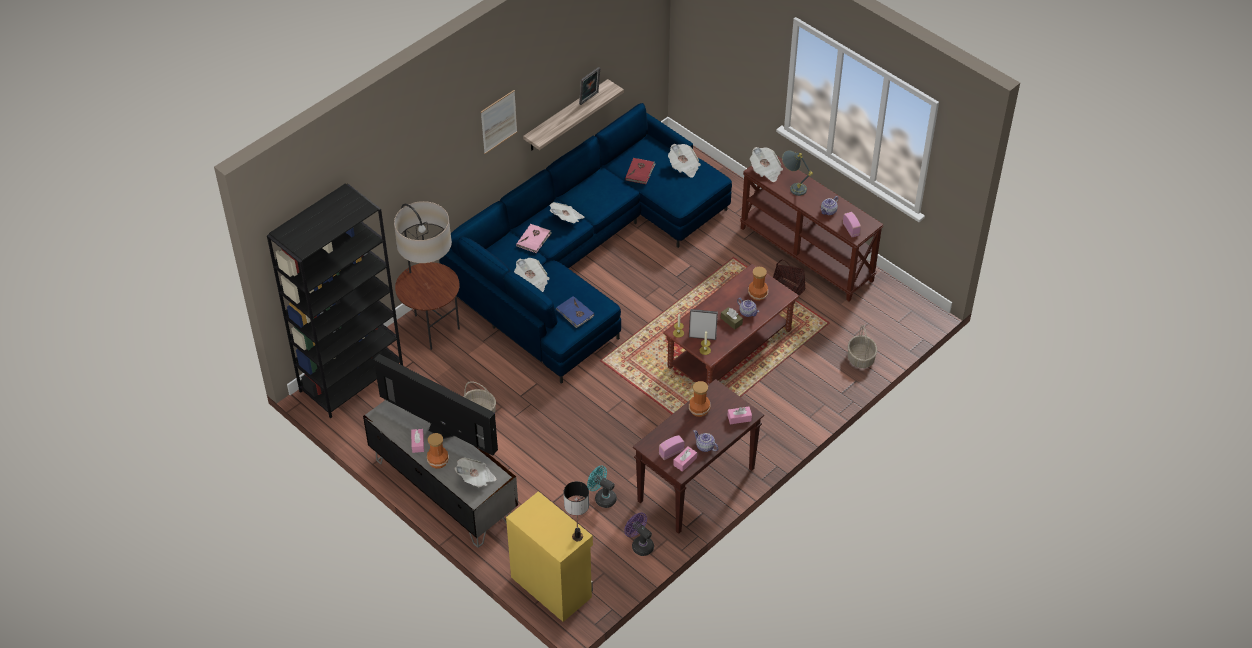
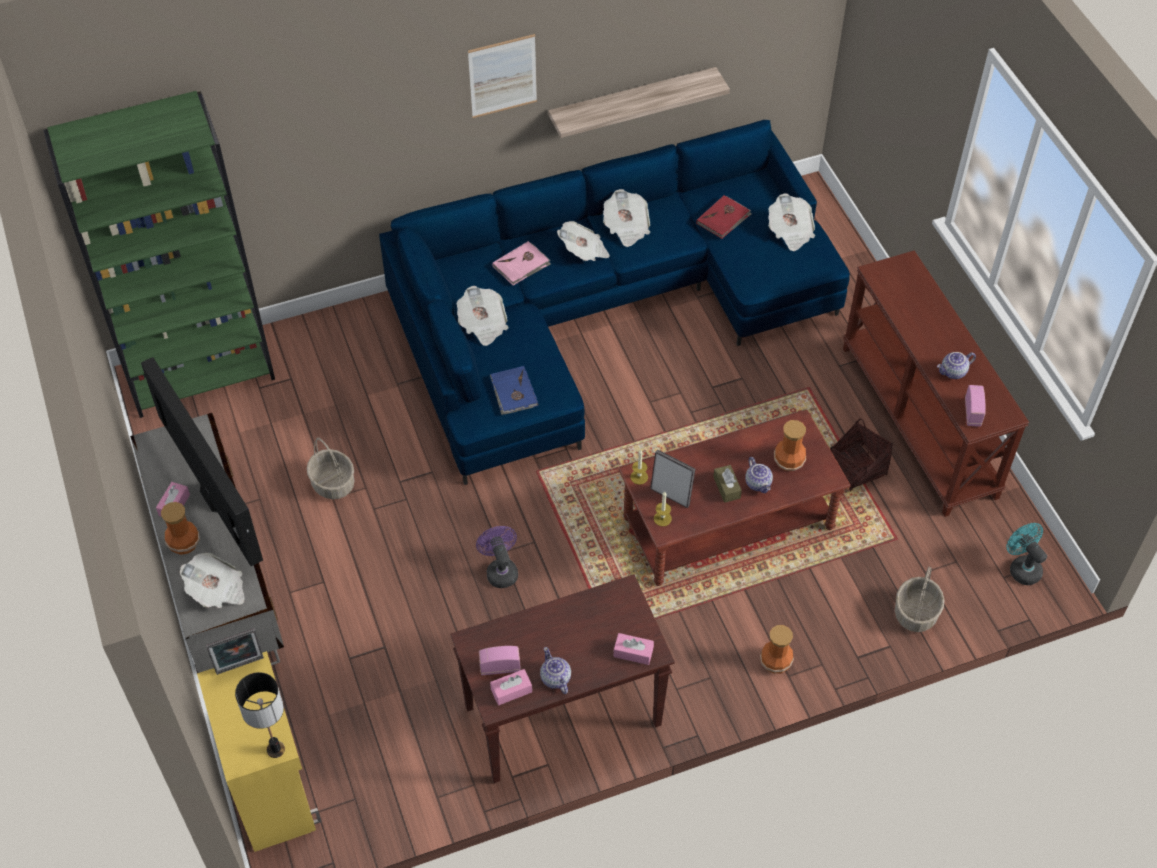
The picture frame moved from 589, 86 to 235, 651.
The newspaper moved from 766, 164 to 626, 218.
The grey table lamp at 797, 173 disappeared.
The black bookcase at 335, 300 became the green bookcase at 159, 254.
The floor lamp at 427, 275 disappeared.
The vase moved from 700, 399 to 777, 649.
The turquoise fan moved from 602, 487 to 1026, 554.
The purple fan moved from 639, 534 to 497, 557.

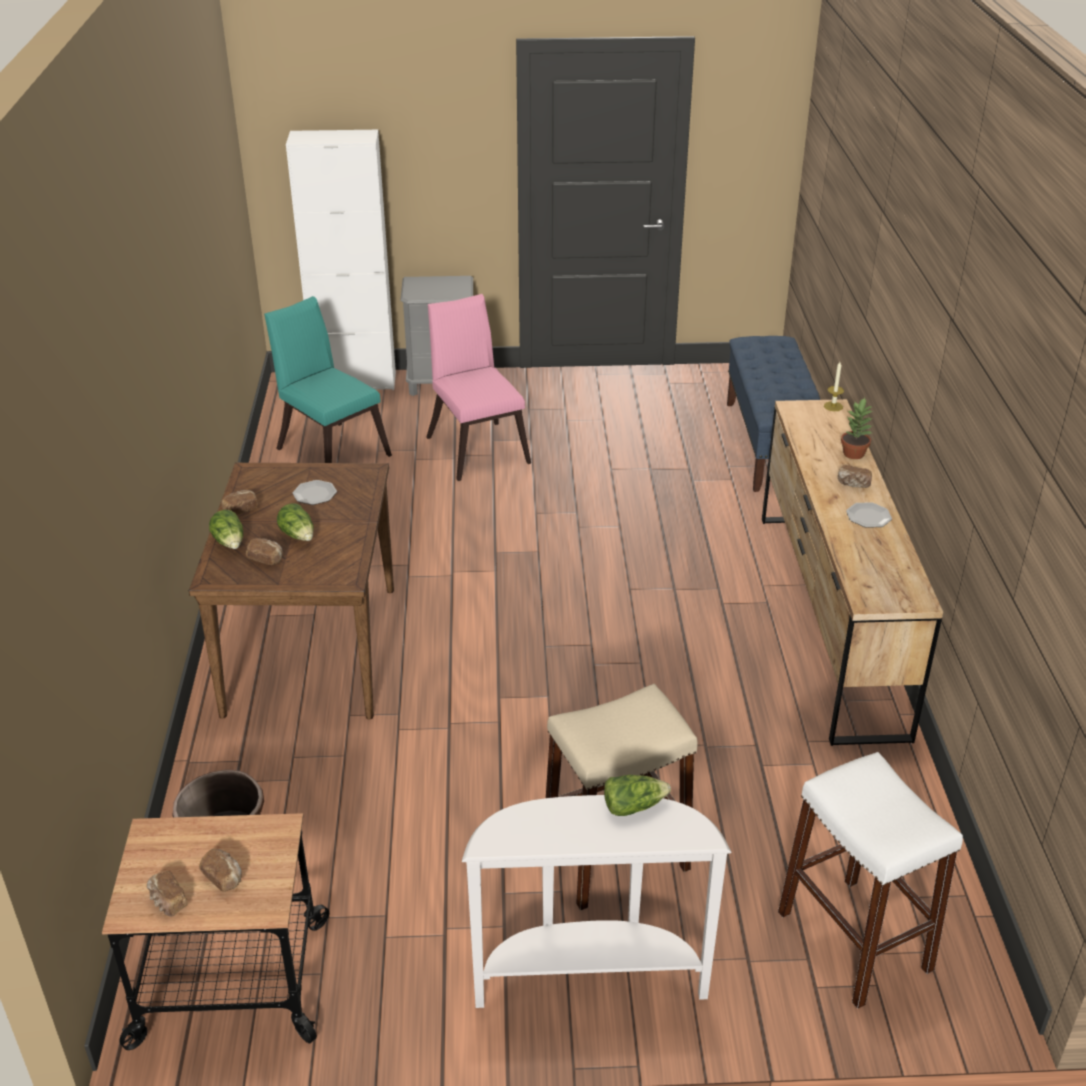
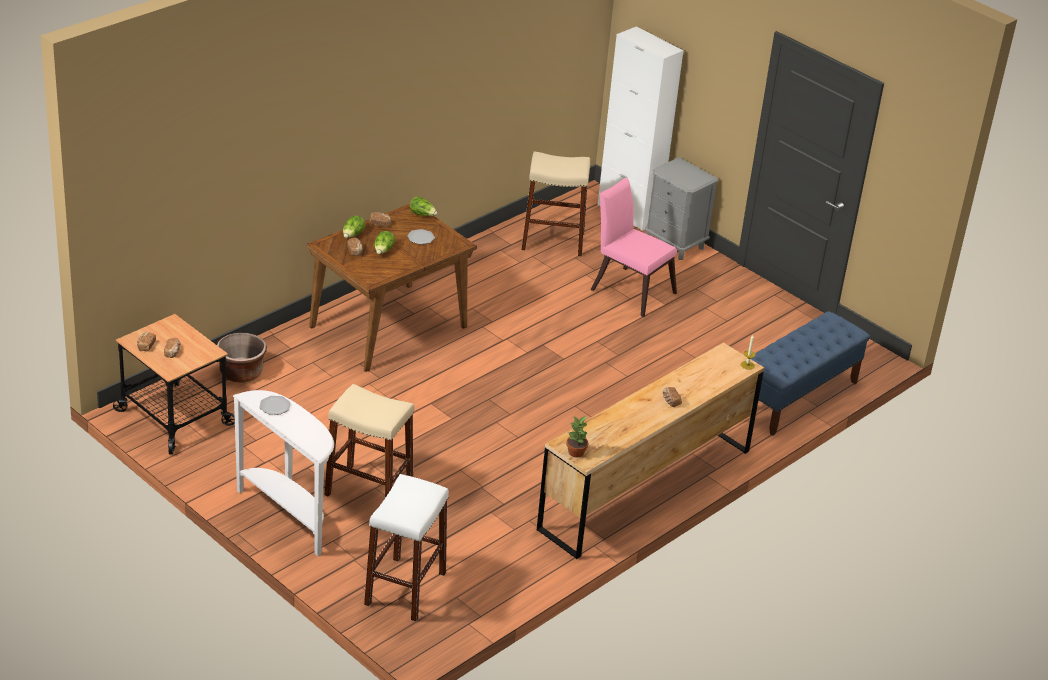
The pink chair at 478, 387 turned 75 degrees counterclockwise.
The turquoise chair at 328, 379 was replaced by the beige stool at 555, 204.
The potted plant moved from 857, 428 to 577, 436.
The plate moved from 869, 515 to 275, 405.
The lettuce moved from 637, 795 to 424, 206.

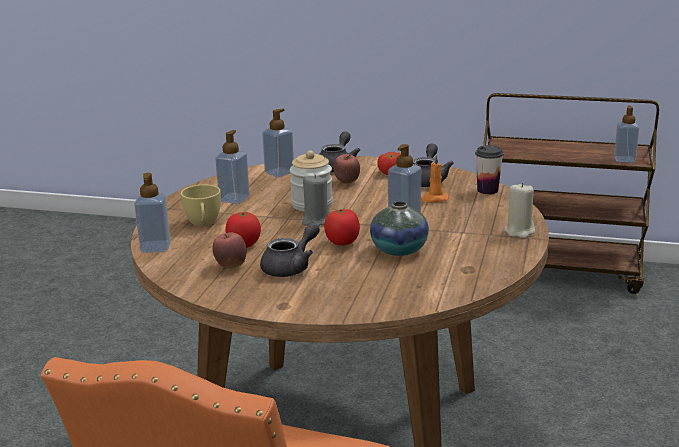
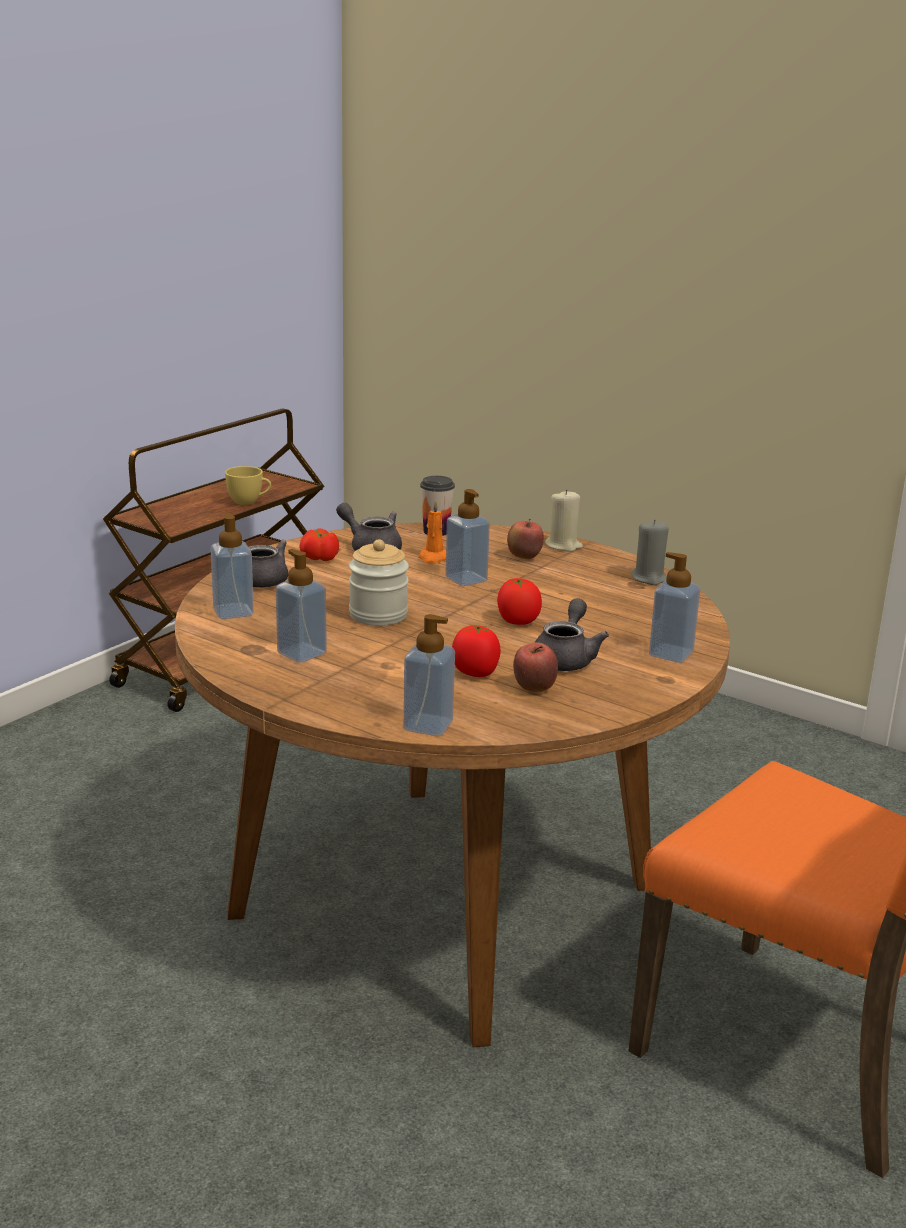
The soap dispenser moved from 626, 134 to 674, 607.
The apple moved from 346, 169 to 525, 539.
The grey candle moved from 316, 200 to 650, 552.
The yellow cup moved from 201, 206 to 248, 485.
The vase at 399, 228 disappeared.
The grey teapot at 290, 250 turned 45 degrees clockwise.

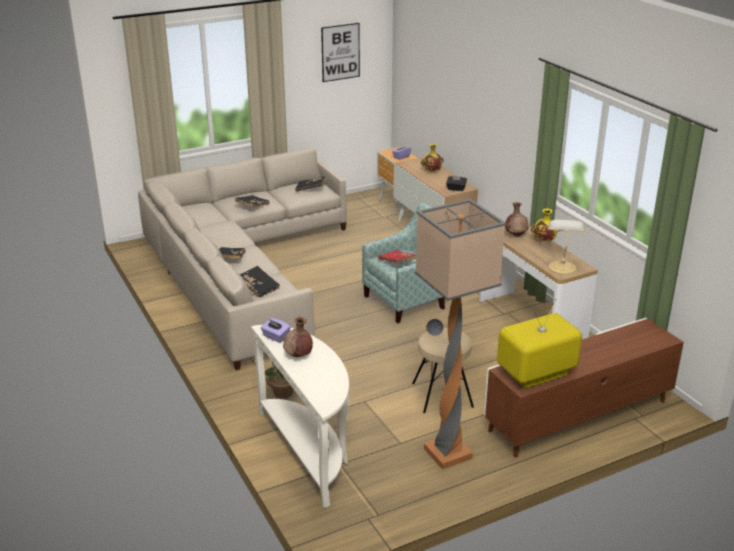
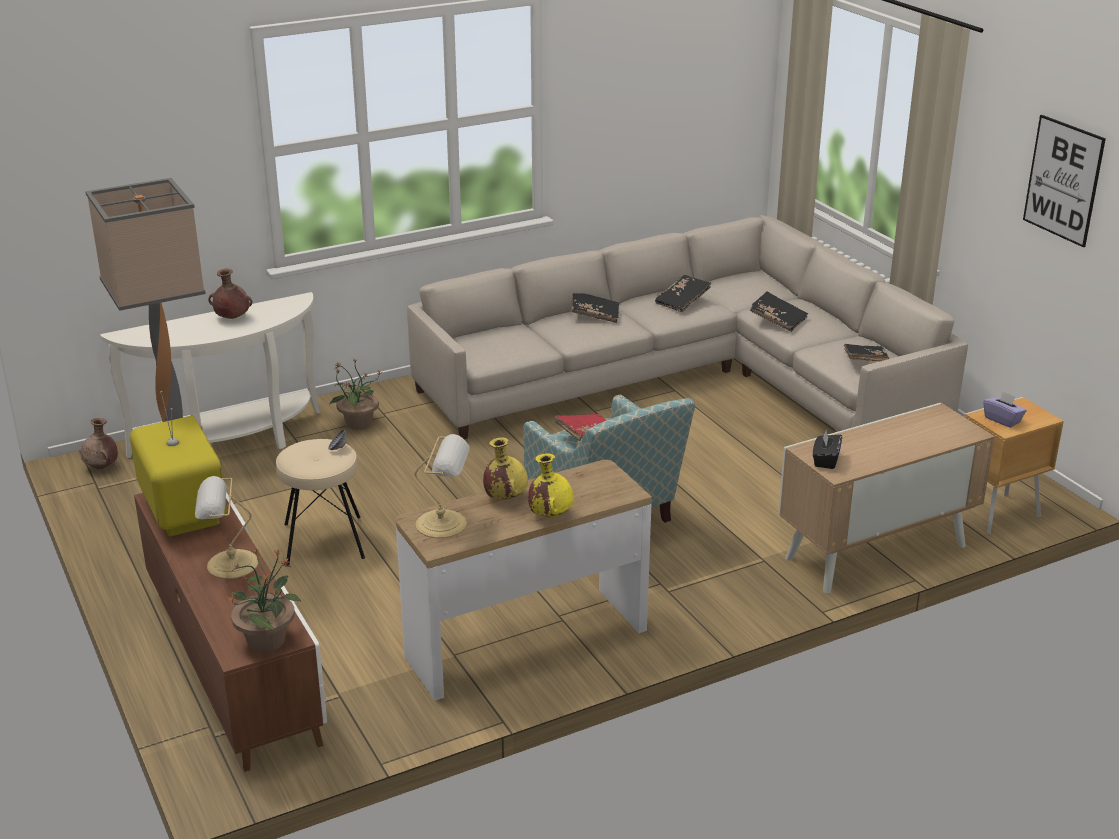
The yellow vase moved from 432, 157 to 505, 469.
The brown vase moved from 516, 219 to 99, 443.
The black book moved from 260, 282 to 683, 293.
The purple tissue box at 276, 330 disappeared.
The table lamp at 226, 527 appeared.
The potted plant at 263, 600 appeared.

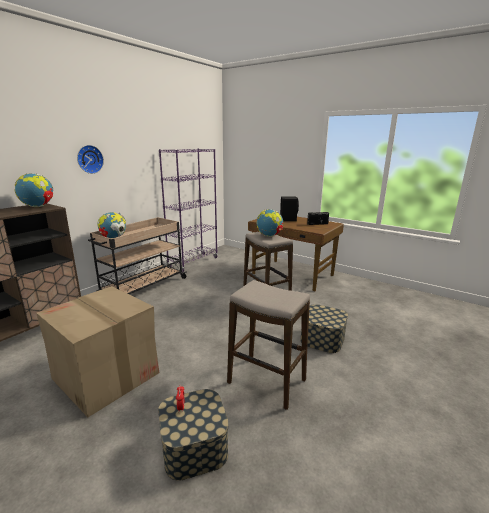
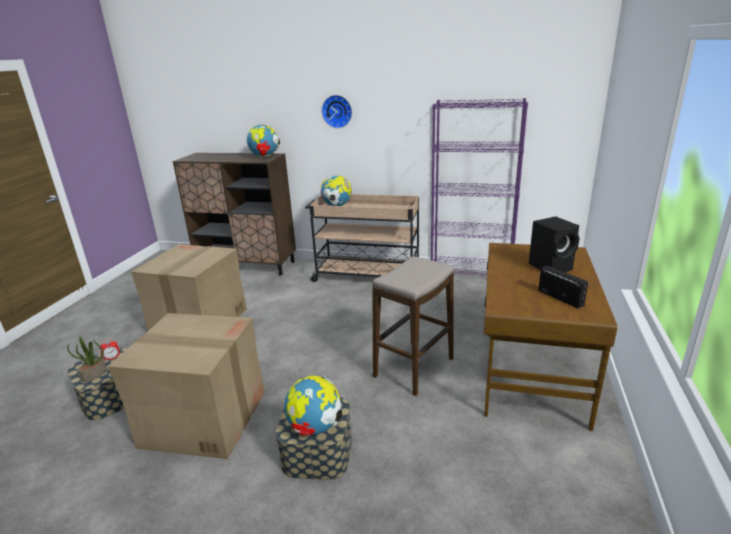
The globe moved from 269, 223 to 313, 405.
The stool at 268, 345 was replaced by the cardboard box at 186, 386.
The potted plant at 87, 359 appeared.

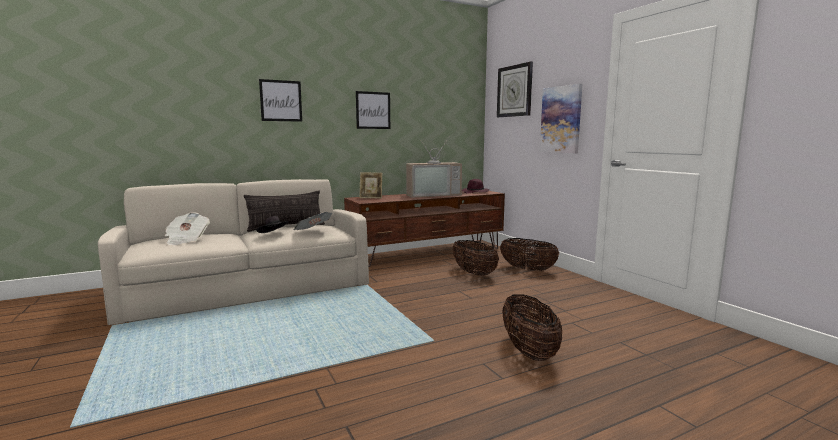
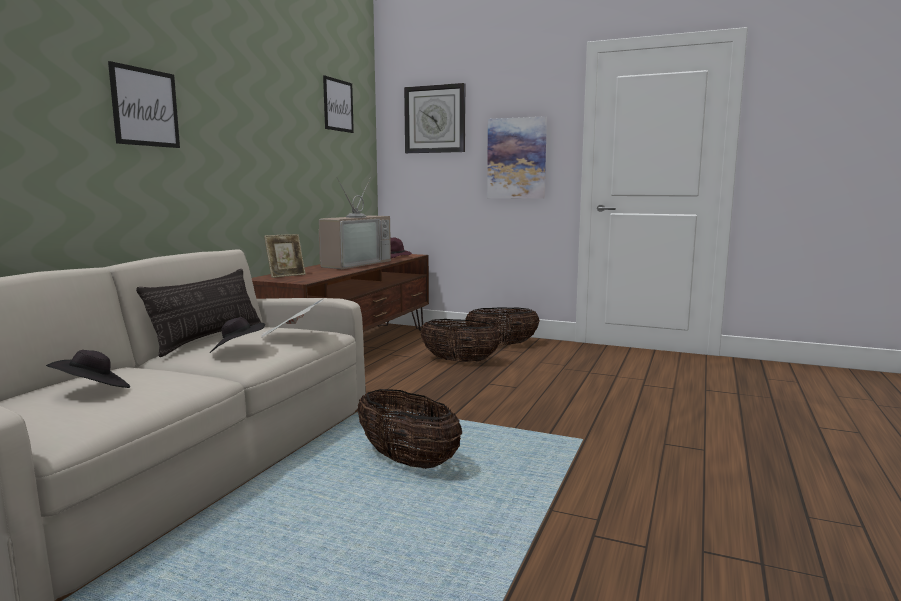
The picture moved from 373, 110 to 338, 104.
The newspaper at 187, 228 was replaced by the black hat at 88, 369.
The basket moved from 532, 327 to 409, 429.

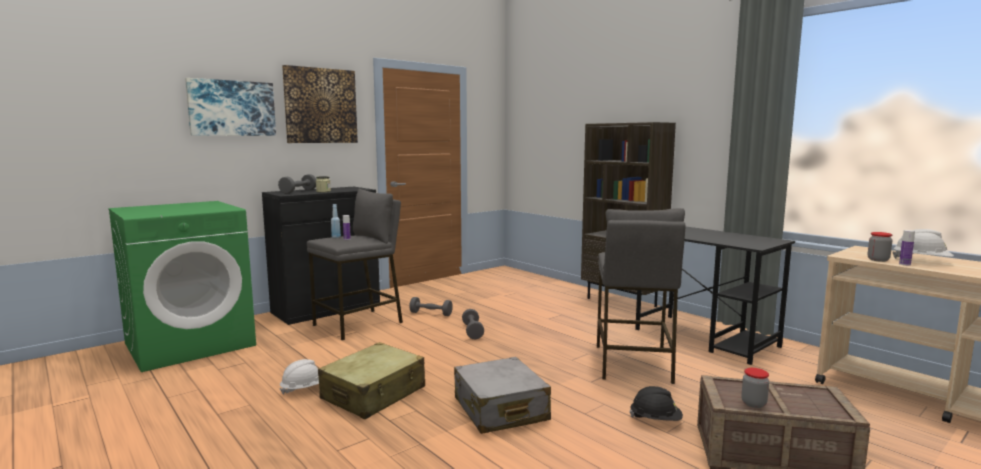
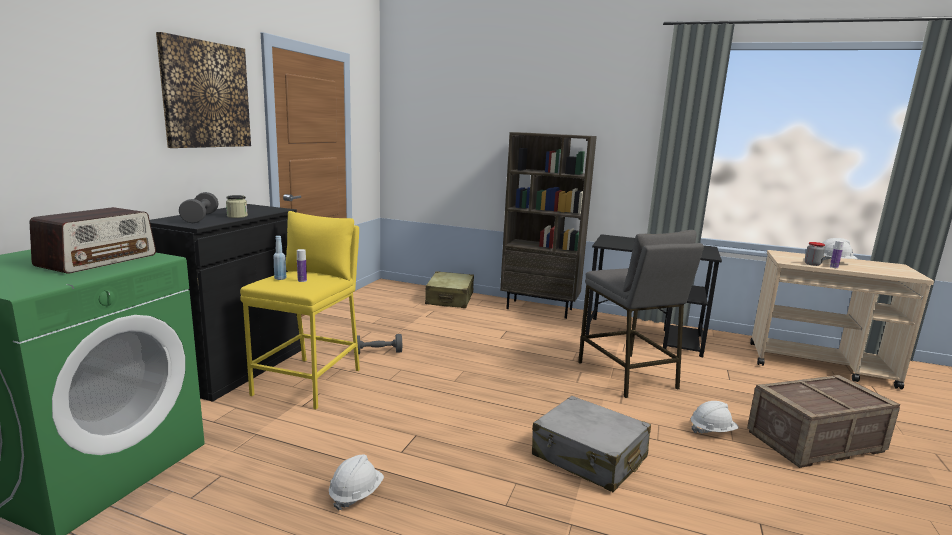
The picture at 230, 107 disappeared.
The grey stool at 355, 264 became the yellow stool at 300, 310.
The grey dumbbell at 473, 324 disappeared.
The beige suitcase moved from 371, 380 to 449, 289.
The jar at 755, 388 disappeared.
The black hard hat at 656, 403 became the white hard hat at 715, 417.
The radio at 93, 240 appeared.

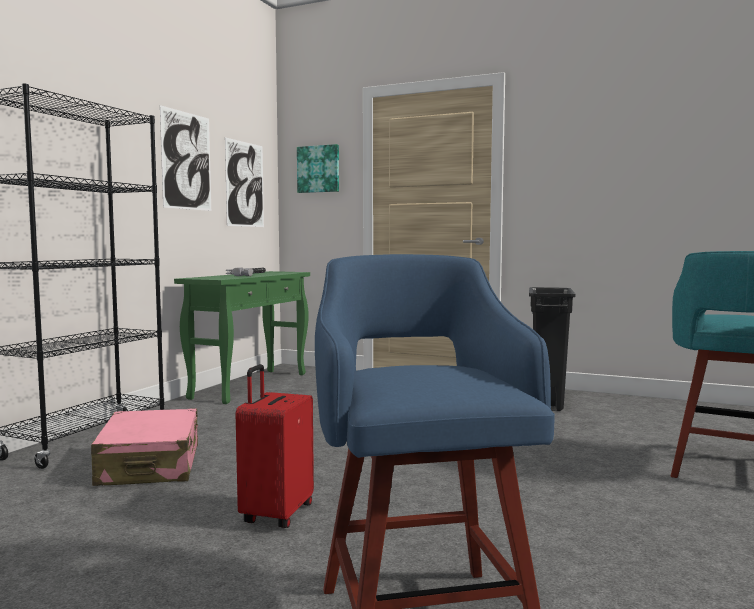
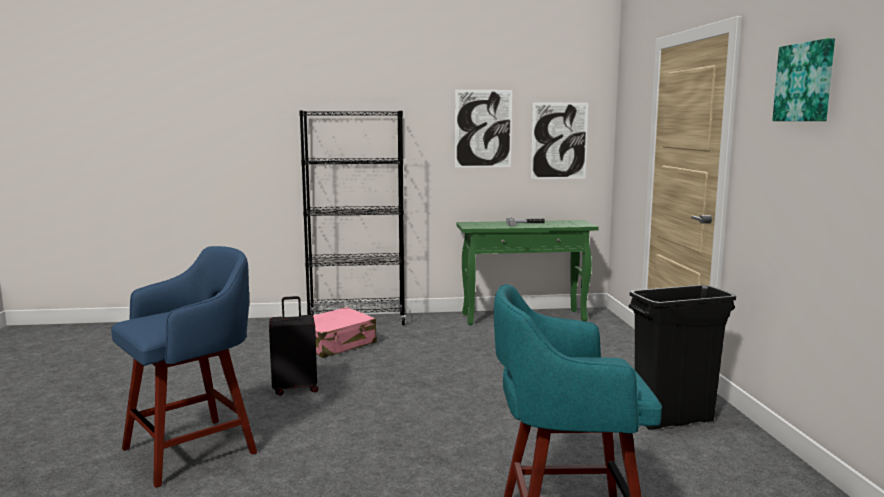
The picture moved from 318, 168 to 803, 79.
The red suitcase at 275, 446 became the black suitcase at 293, 346.

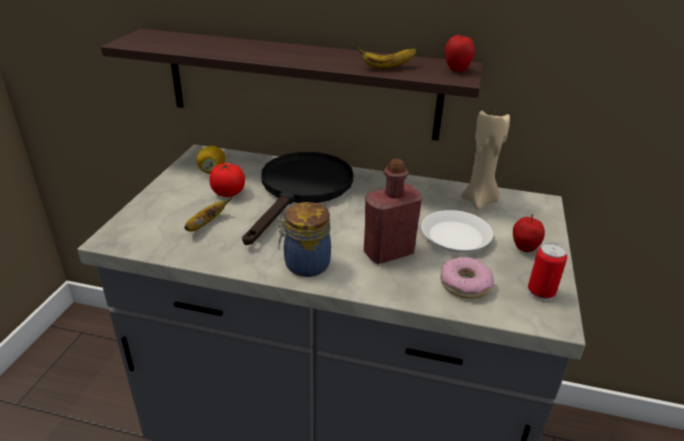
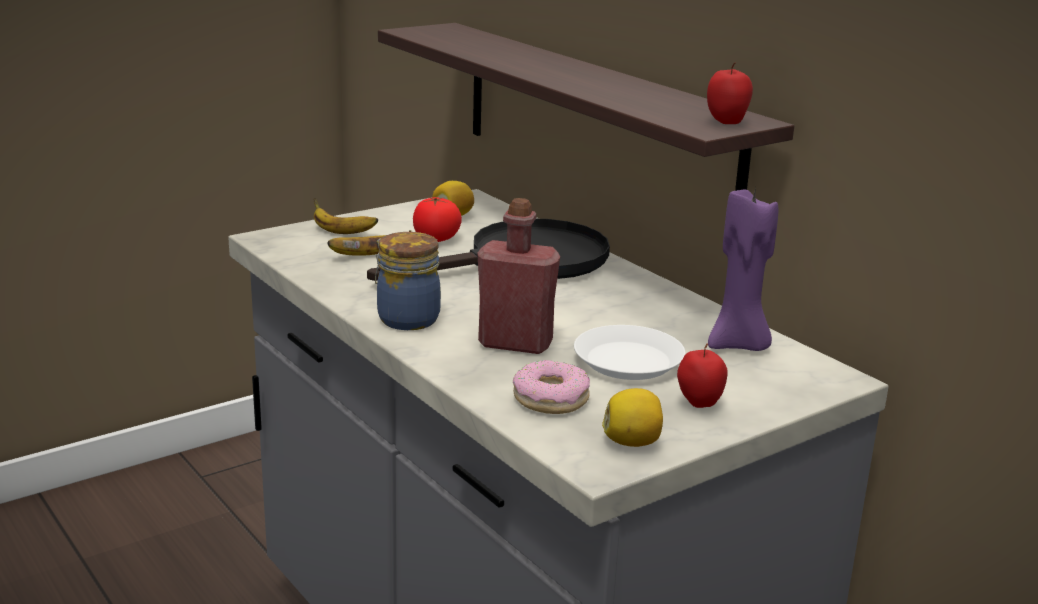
The banana moved from 385, 57 to 346, 216.
The beige candle at 485, 160 became the purple candle at 743, 269.
The can at 547, 272 was replaced by the lemon at 632, 417.

